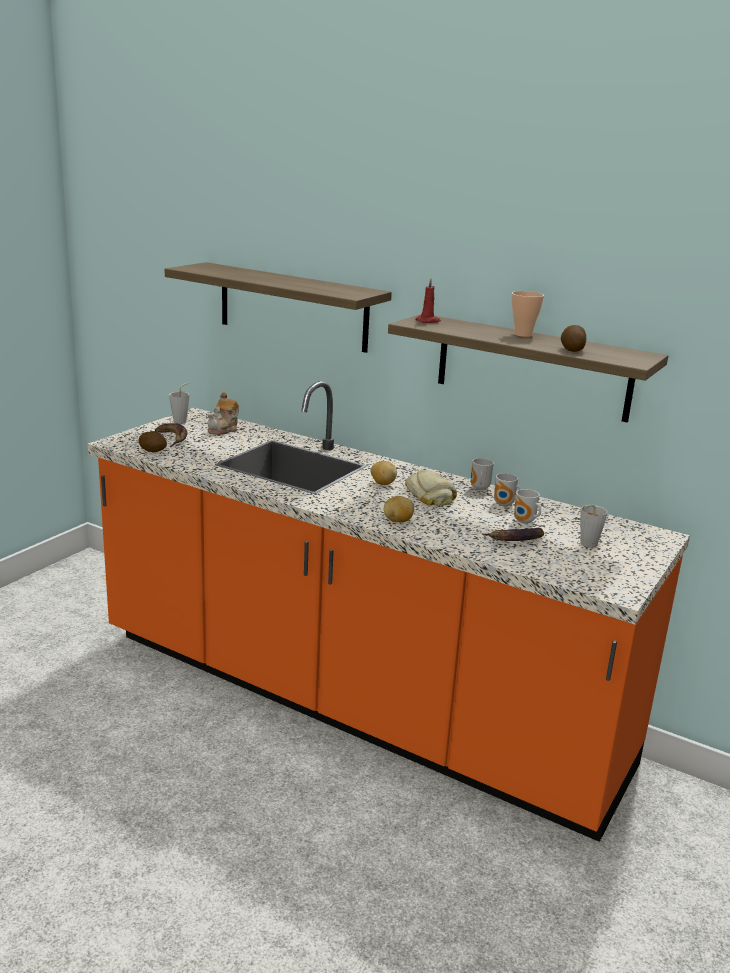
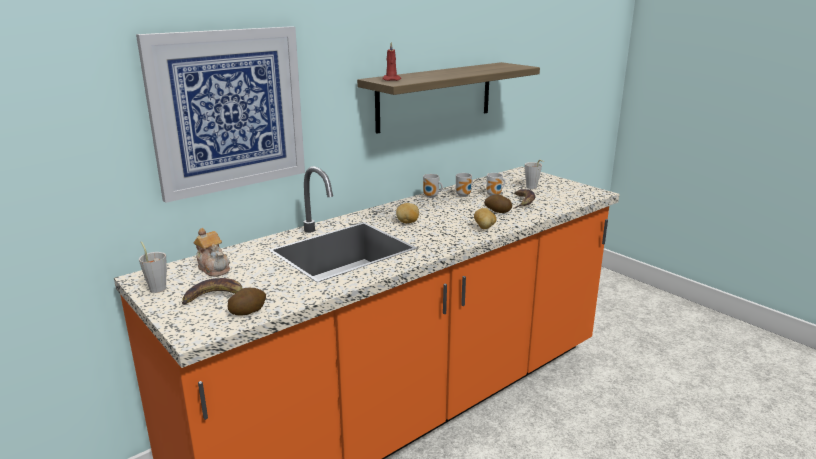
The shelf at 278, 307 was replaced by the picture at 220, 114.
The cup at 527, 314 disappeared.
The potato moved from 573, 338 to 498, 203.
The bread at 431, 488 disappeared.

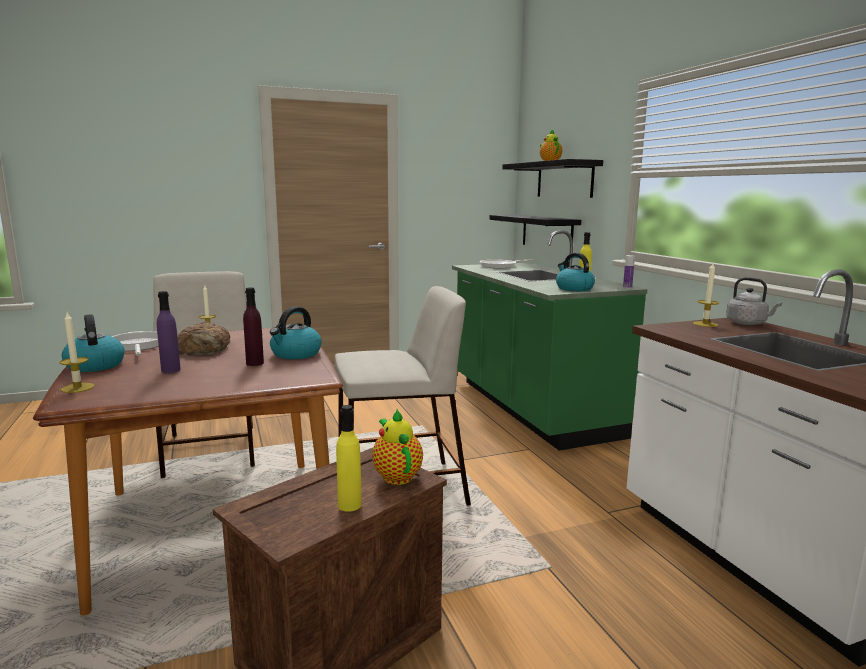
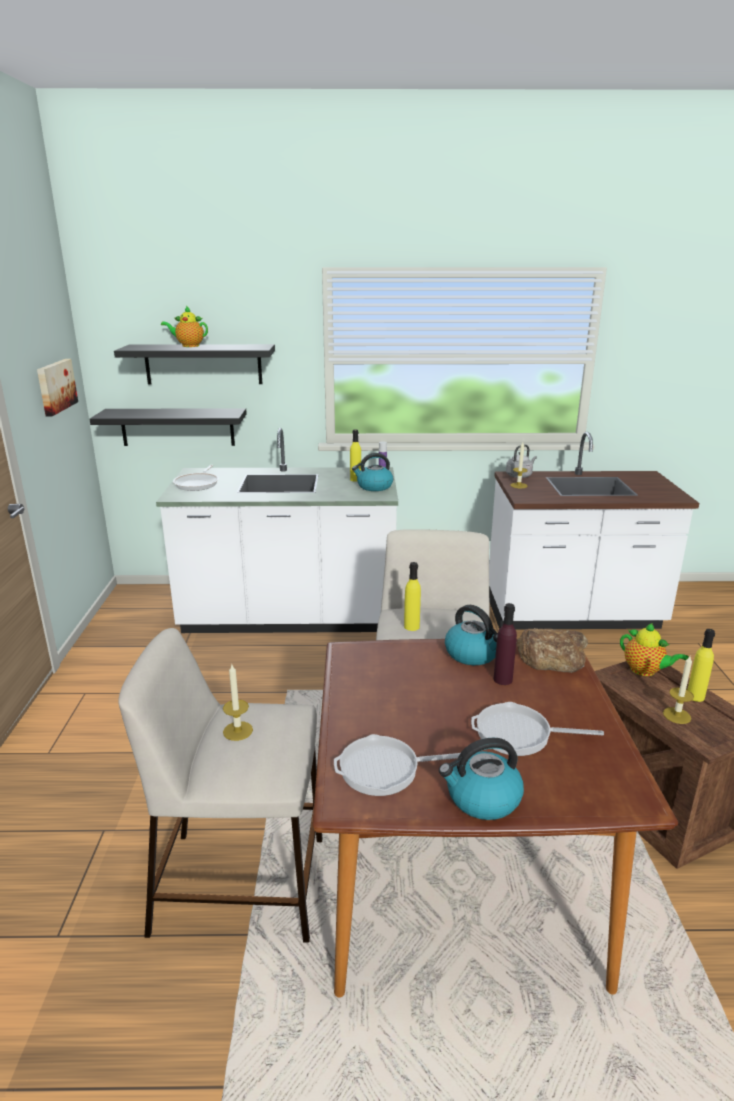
The green counter at 550, 340 became the white counter at 277, 530.
The purple bottle at 169, 332 was replaced by the frying pan at 537, 729.
The candle moved from 76, 352 to 678, 690.
The bread moved from 204, 338 to 552, 650.
The teapot at 397, 447 turned 135 degrees counterclockwise.
The picture at 57, 388 appeared.
The yellow bottle at 412, 596 appeared.

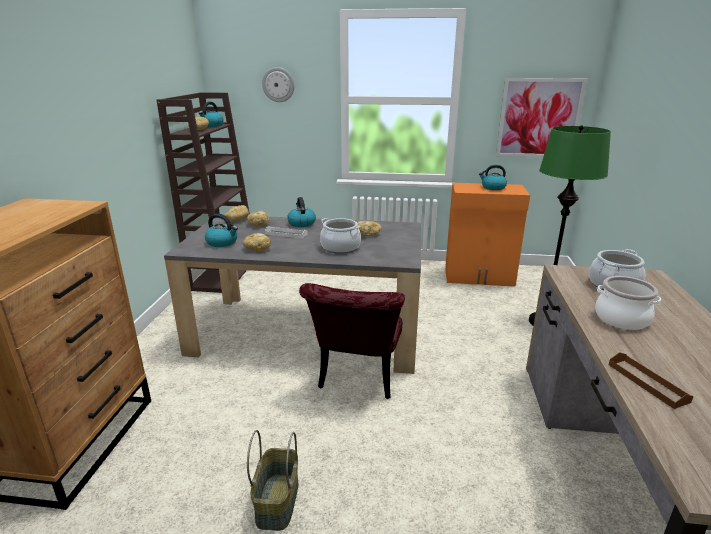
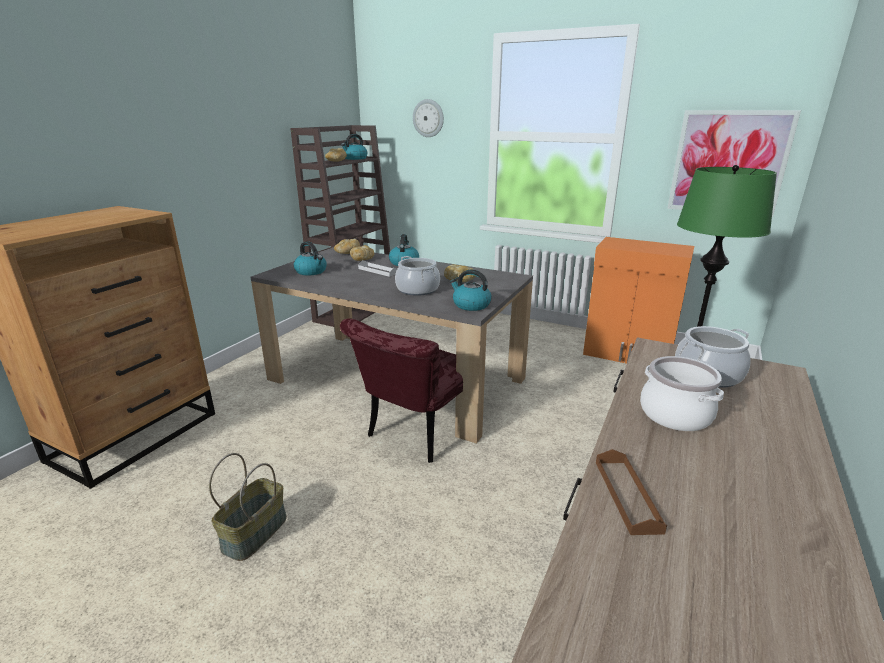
The kettle moved from 493, 177 to 471, 290.
The bread at 257, 242 disappeared.

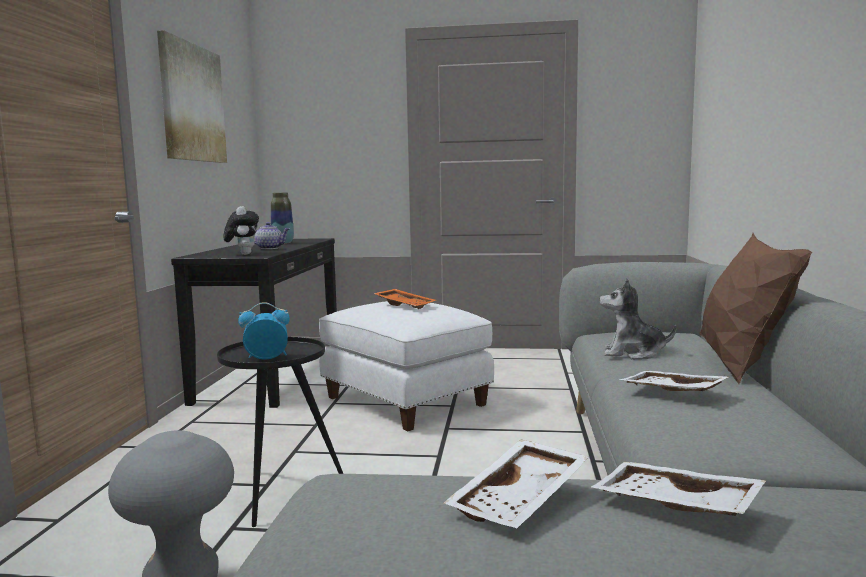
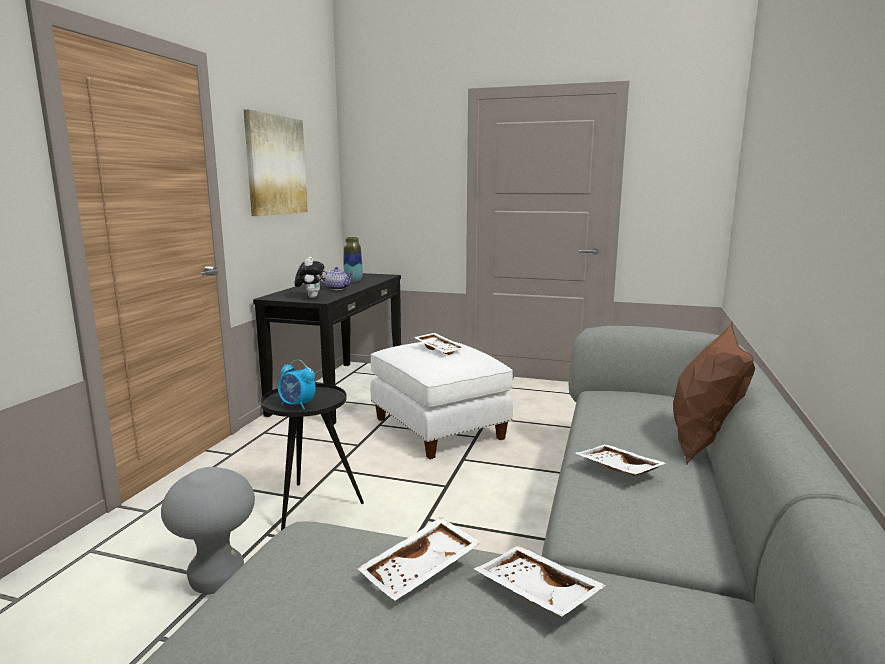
The plush toy at 638, 318 disappeared.
The orange tray at 404, 299 became the white tray at 439, 344.
The alarm clock at 264, 331 turned 150 degrees counterclockwise.

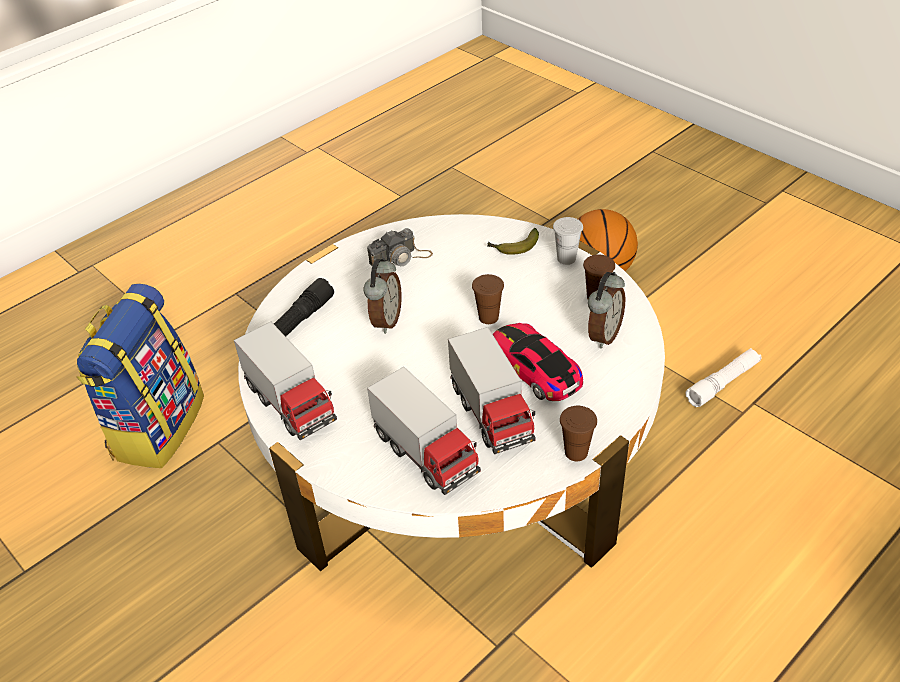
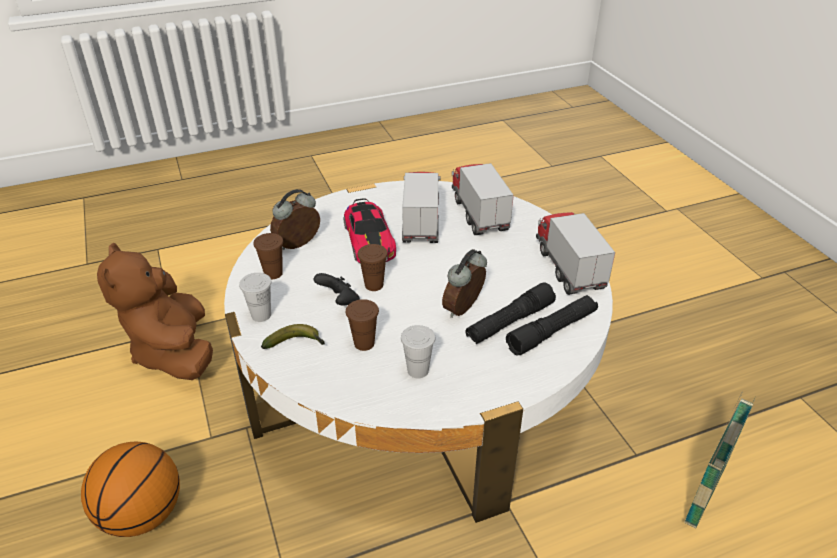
The photo camera at 400, 247 was replaced by the white cup at 418, 351.
The backpack at 140, 376 was replaced by the basket at 719, 460.
The white flashlight at 724, 377 was replaced by the brown plush toy at 155, 311.
The brown cup moved from 578, 433 to 362, 325.
The black game controller at 336, 289 appeared.
The black flashlight at 511, 313 appeared.

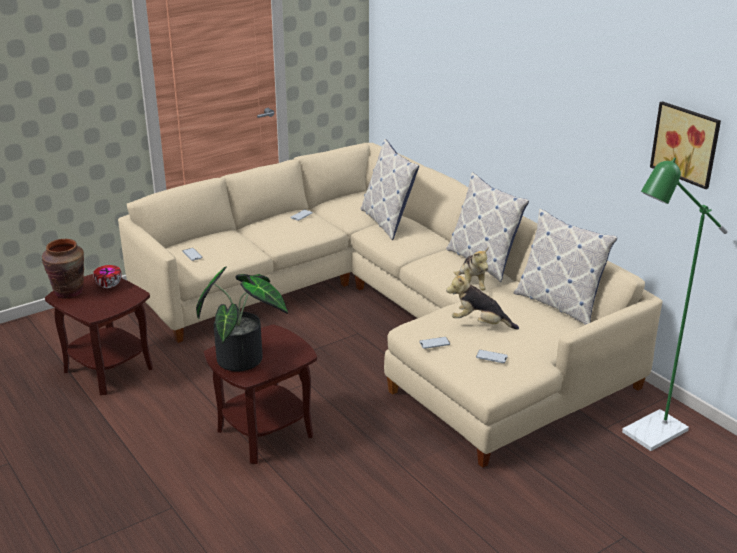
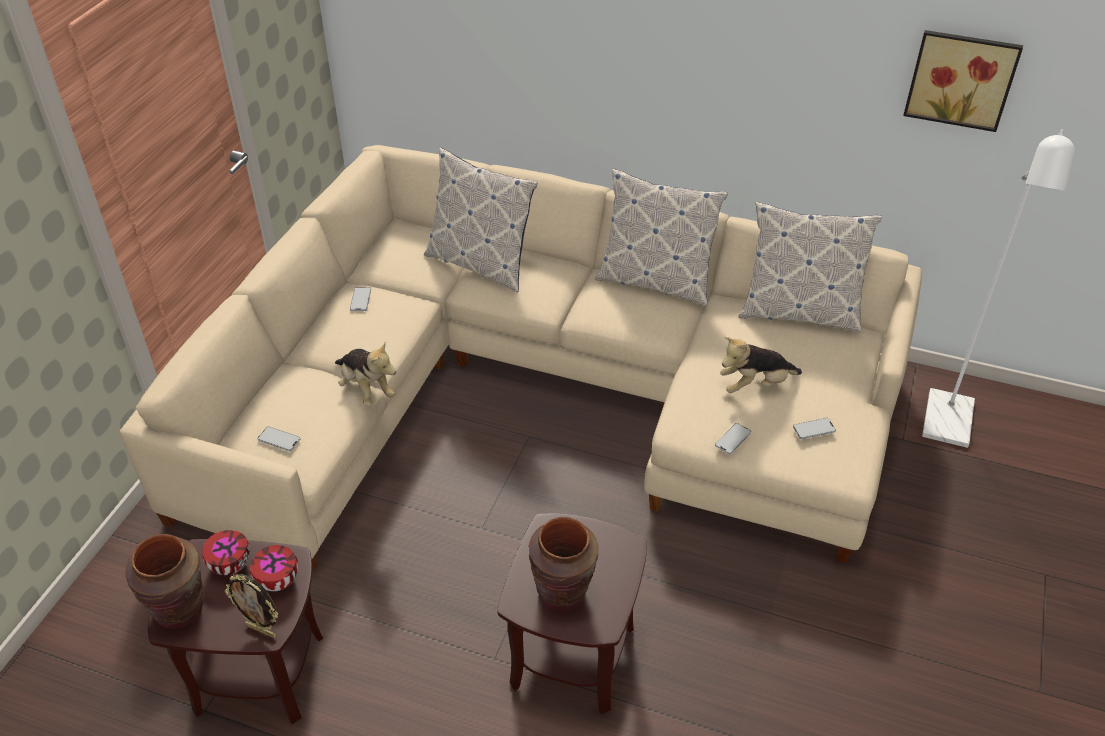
The green floor lamp at 675, 304 became the white floor lamp at 998, 288.
The plush toy moved from 471, 269 to 365, 374.
The potted plant at 242, 319 was replaced by the brown vase at 563, 564.
The bowl at 274, 568 appeared.
The picture frame at 251, 606 appeared.

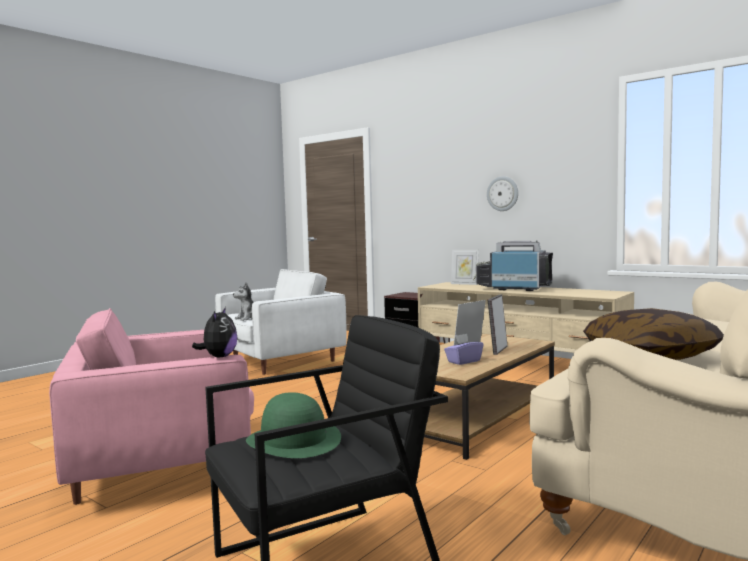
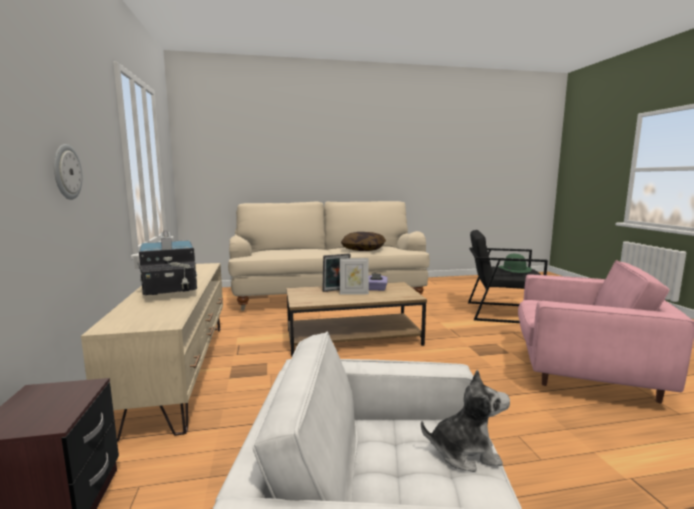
The picture frame at 465, 267 disappeared.
The plush toy at 214, 332 disappeared.

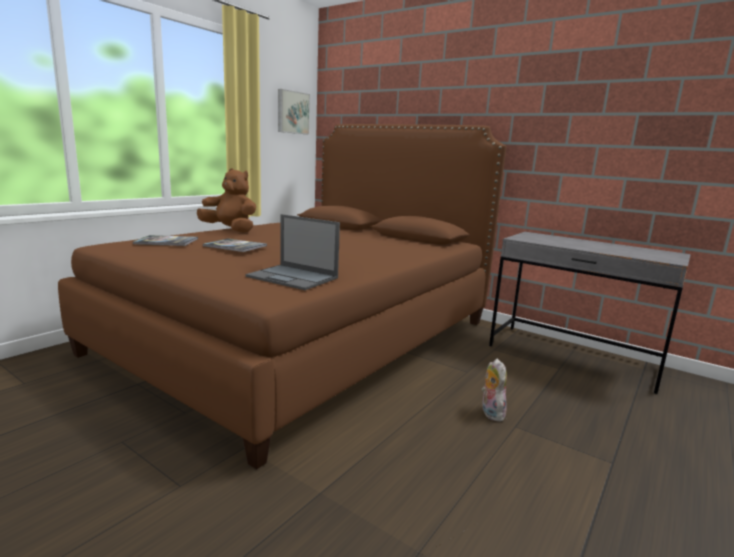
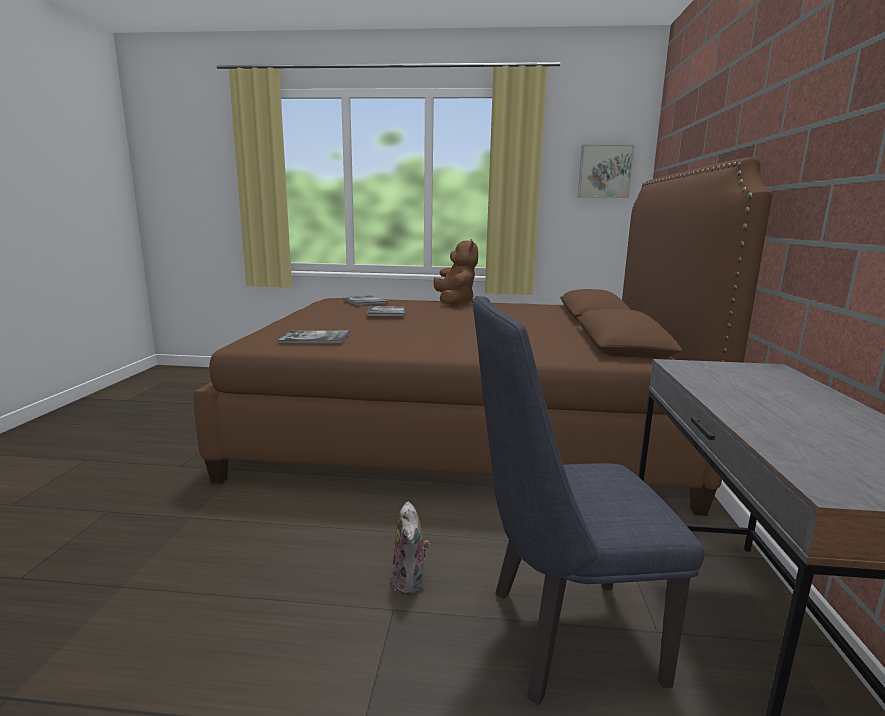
The laptop at 292, 252 was replaced by the book at 313, 337.
The plush toy at 494, 390 turned 120 degrees clockwise.
The blue chair at 589, 500 appeared.

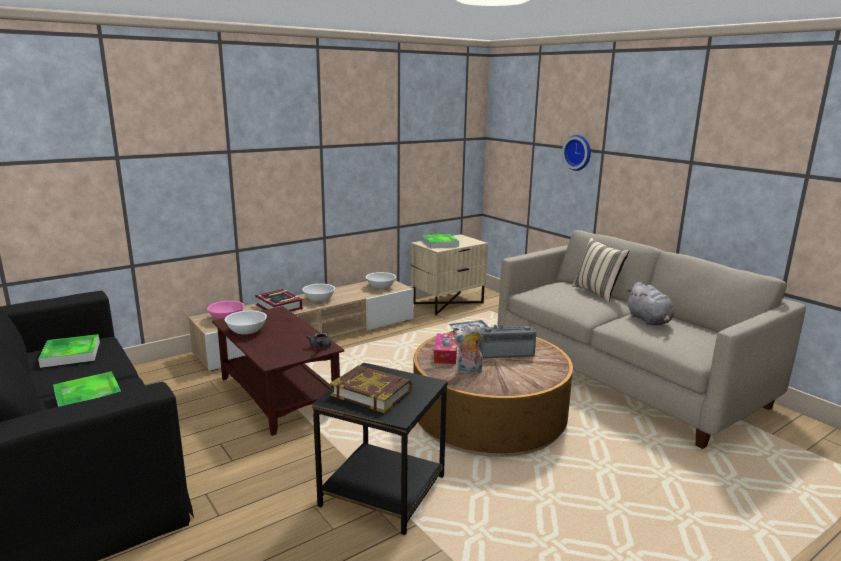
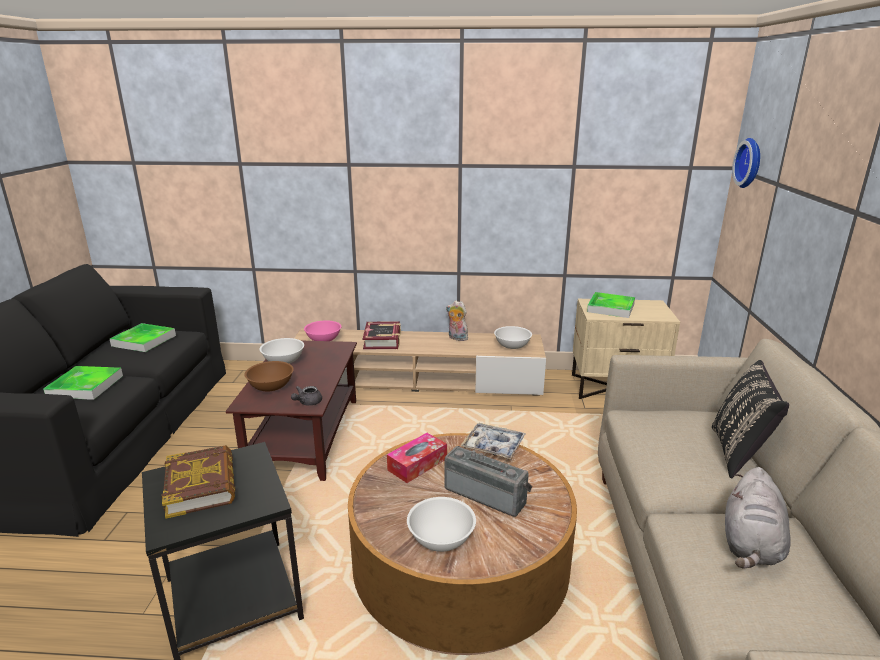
The wall clock moved from 576, 153 to 746, 163.
The beige pillow at 600, 270 became the black pillow at 750, 419.
The white bowl moved from 318, 293 to 441, 524.
The plush toy moved from 468, 349 to 457, 321.
The brown bowl at 269, 376 appeared.

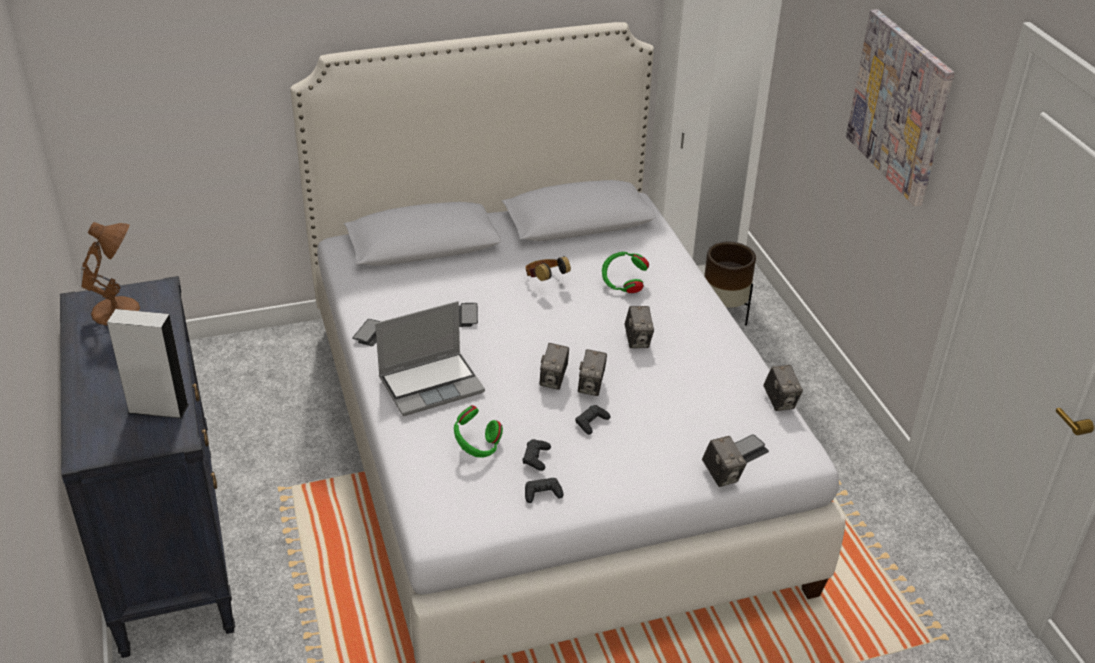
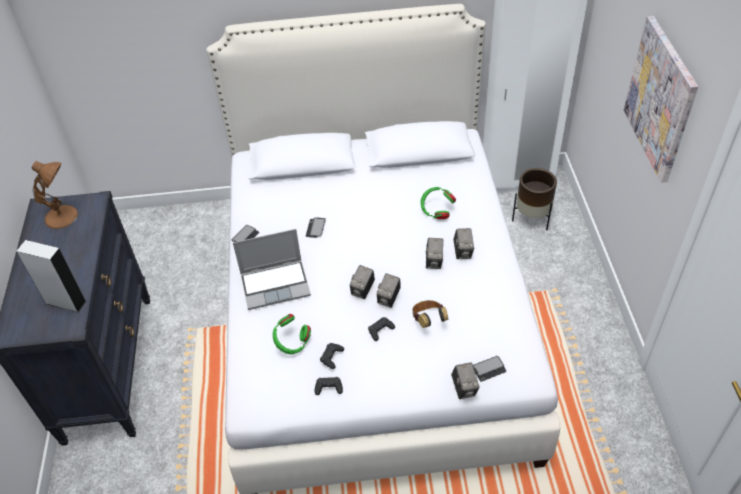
The headphones moved from 548, 269 to 430, 314.
The photo camera moved from 783, 388 to 463, 243.

